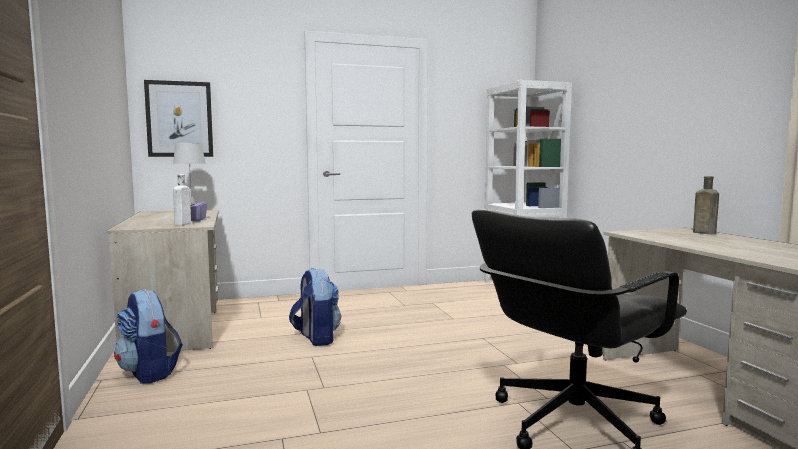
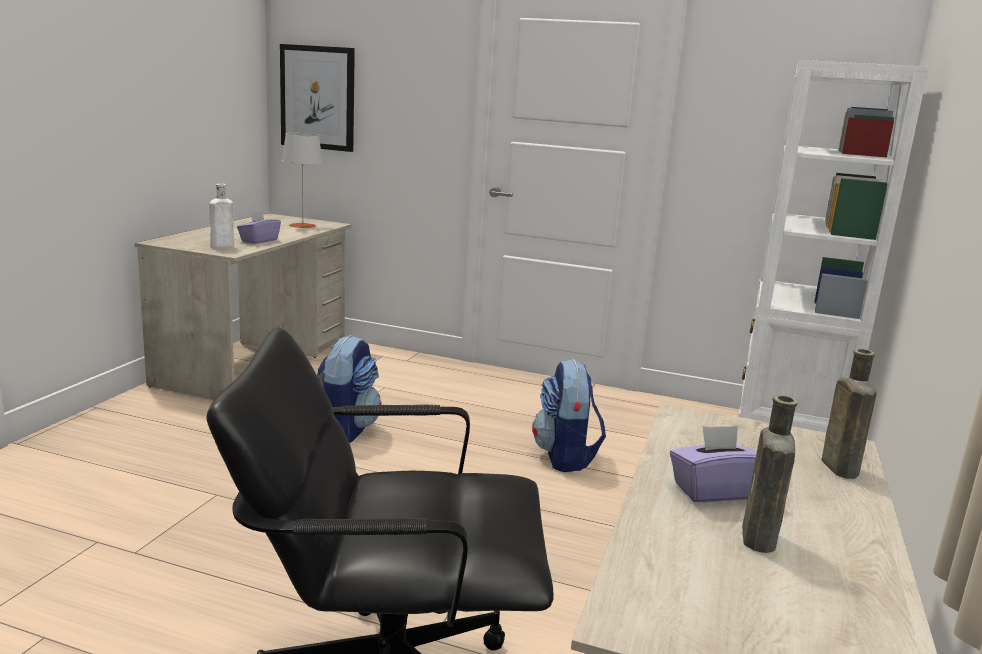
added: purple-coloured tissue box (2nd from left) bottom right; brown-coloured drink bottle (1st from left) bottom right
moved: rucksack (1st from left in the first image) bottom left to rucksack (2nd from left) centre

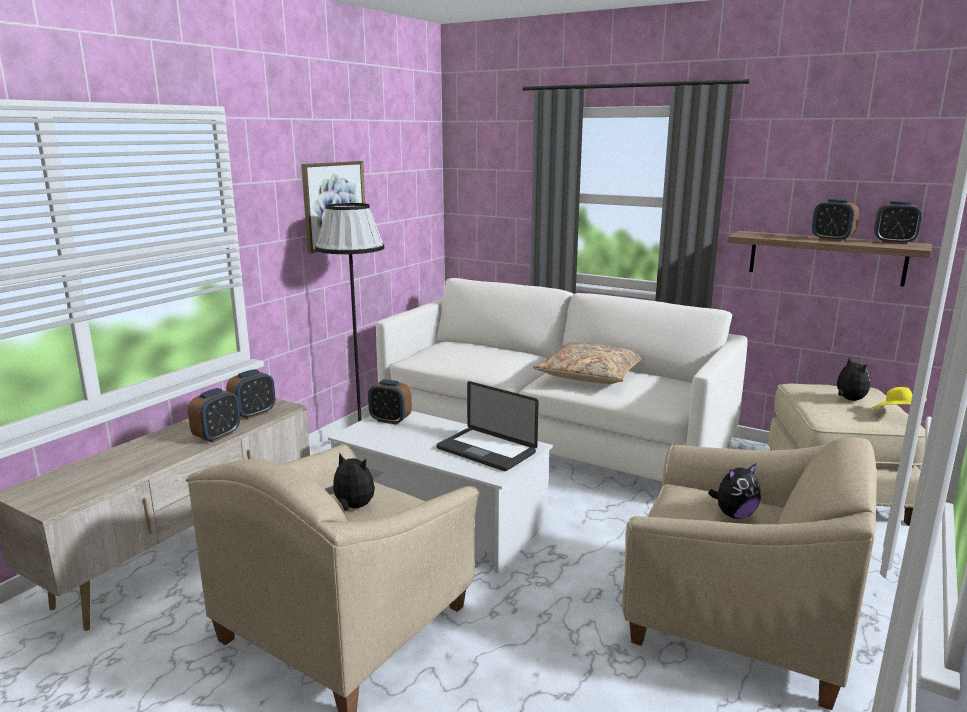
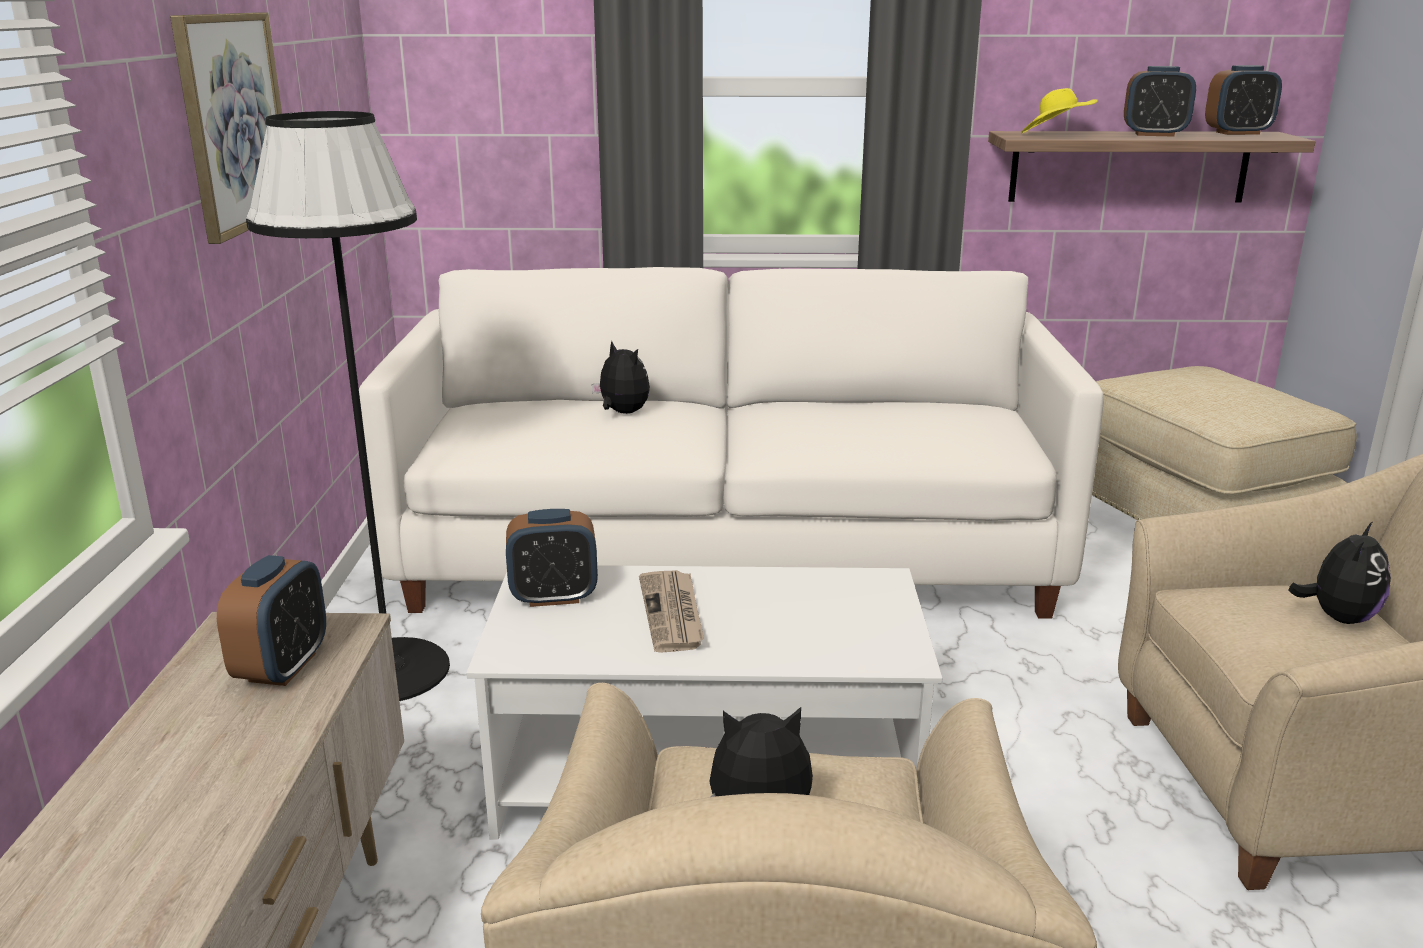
removed: bedside clock (1st from left) middle left; portable computer centre; beige cushion centre
added: newspaper centre
moved: cuddly toy (3rd from left in the first image) middle right to cuddly toy (1st from left) centre; yellow-coloured wearable hat middle right to top right

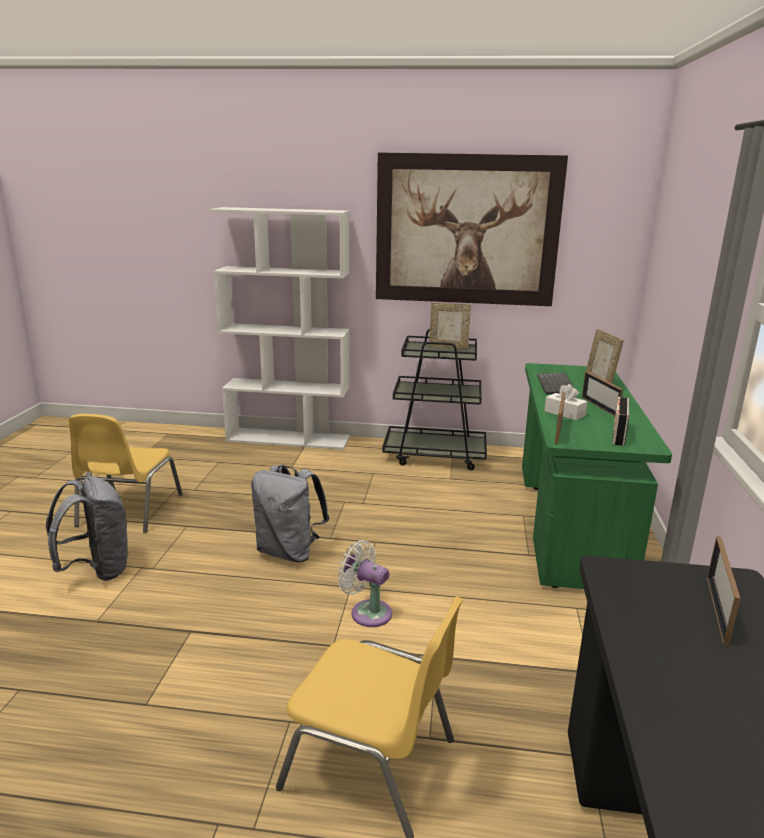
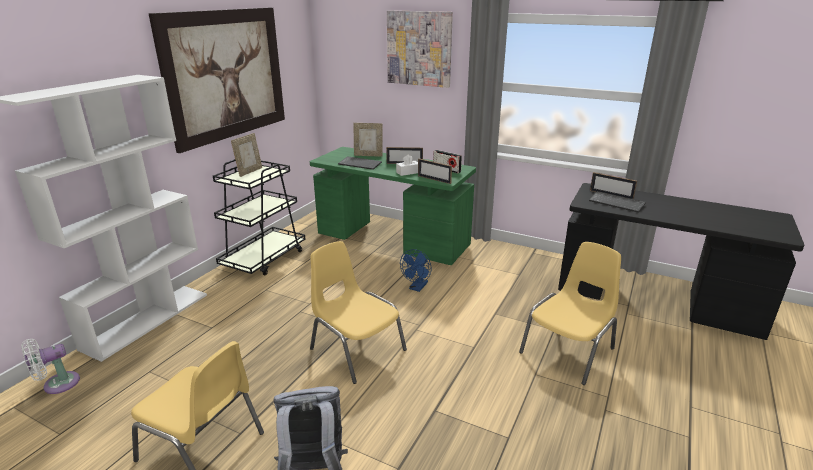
added: picture (2nd from left) top centre; blue cooling fan centre; keyboard (2nd from left) middle right
moved: whitish cooling fan bottom centre to bottom left
replaced: grey rucksack (2nd from left) centre to yellow-coloured chair (2nd from left) centre

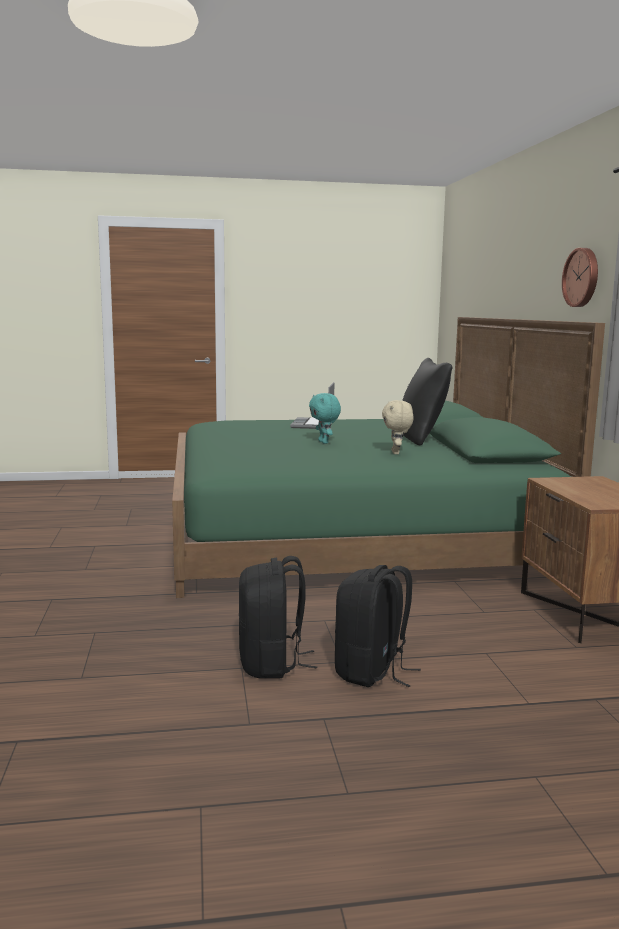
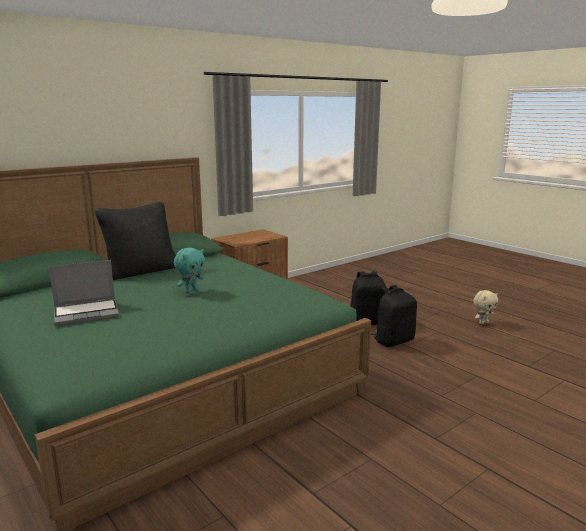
removed: hanging clock top right
moved: beige cuddly toy centre to middle right

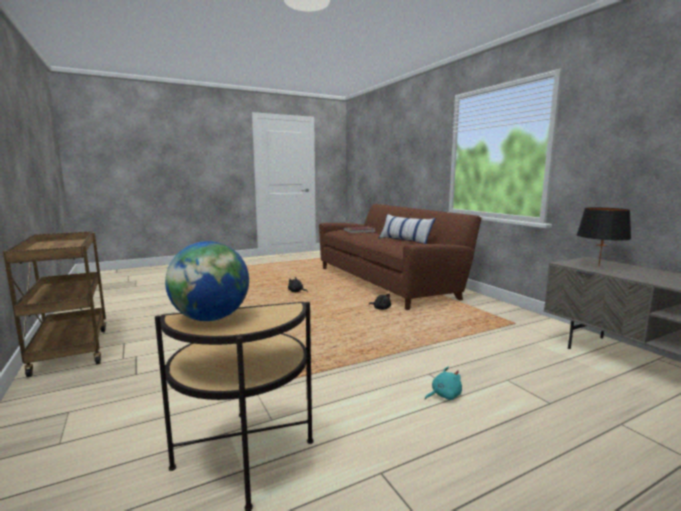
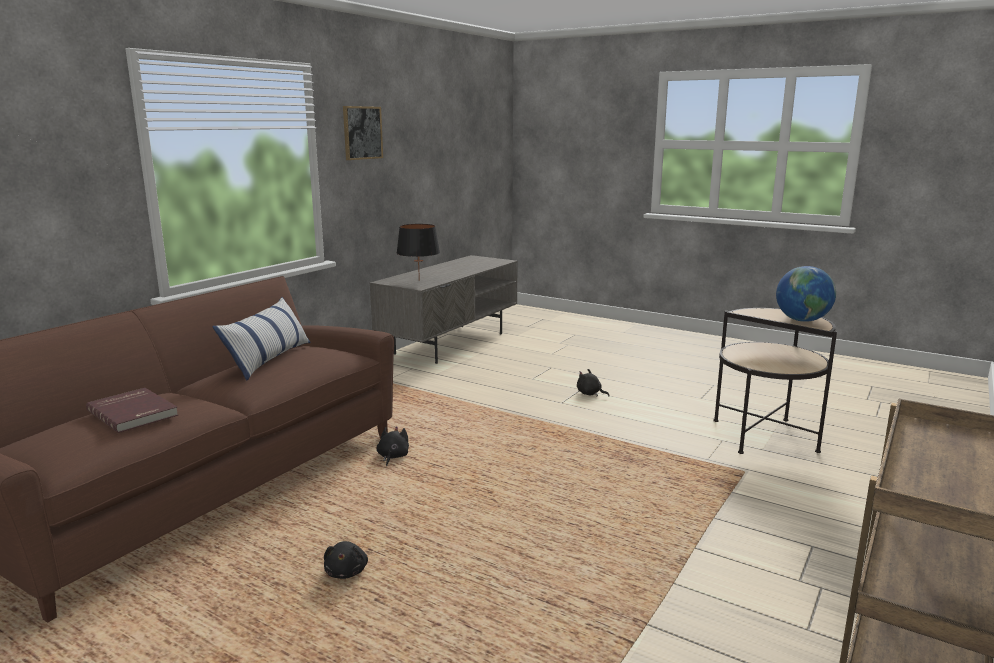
added: picture top centre
recoloured: blue-green cuddly toy bottom centre to black-coloured cuddly toy (3rd from left) centre

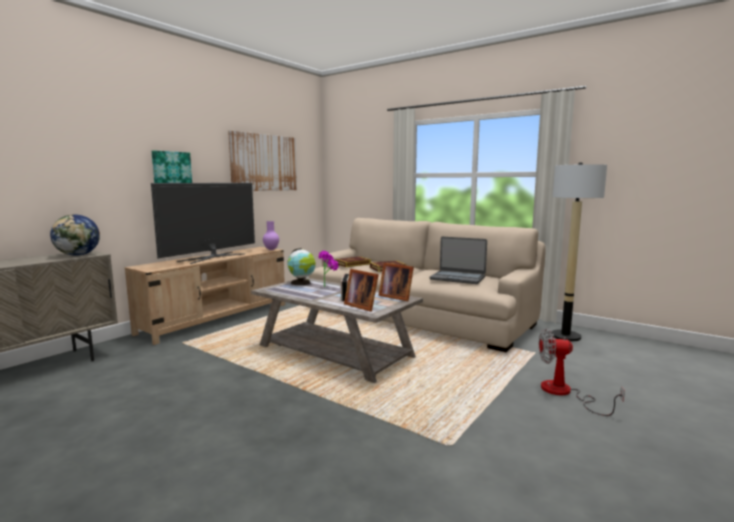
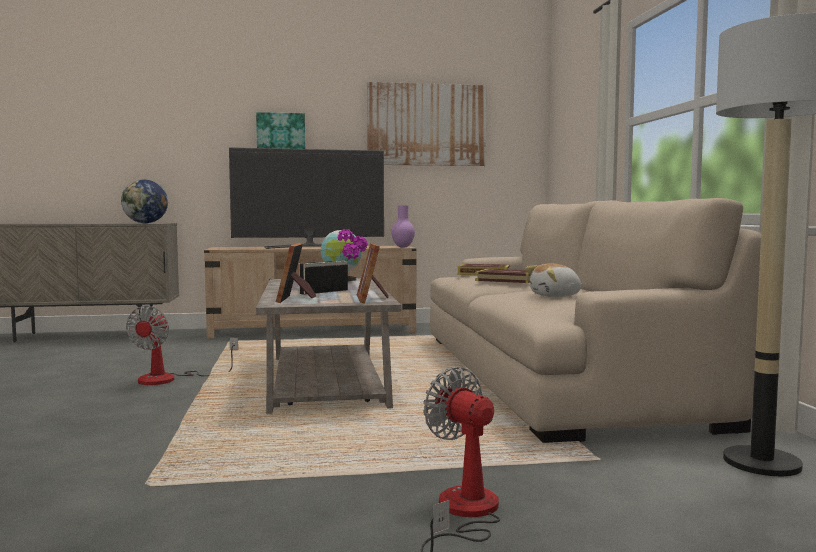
added: cooling fan (1st from left) middle left
replaced: portable computer centre to cuddly toy middle right

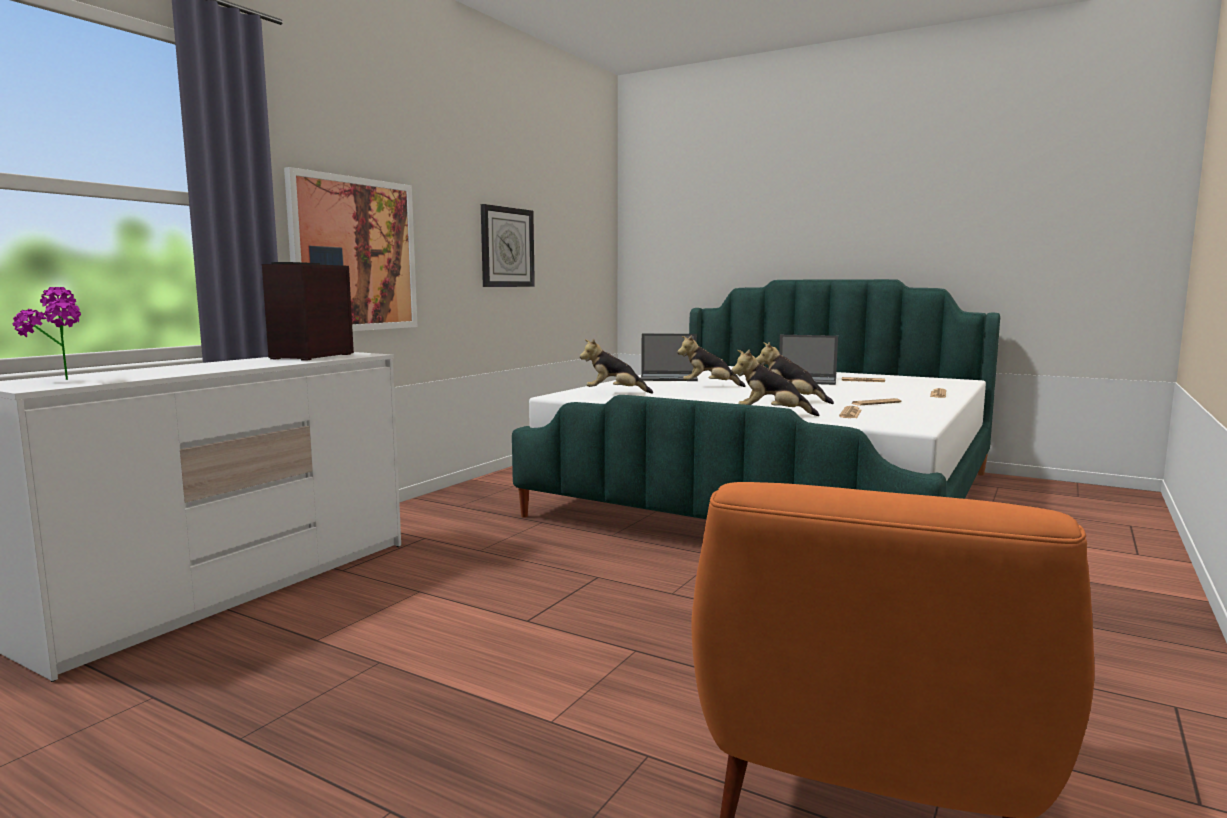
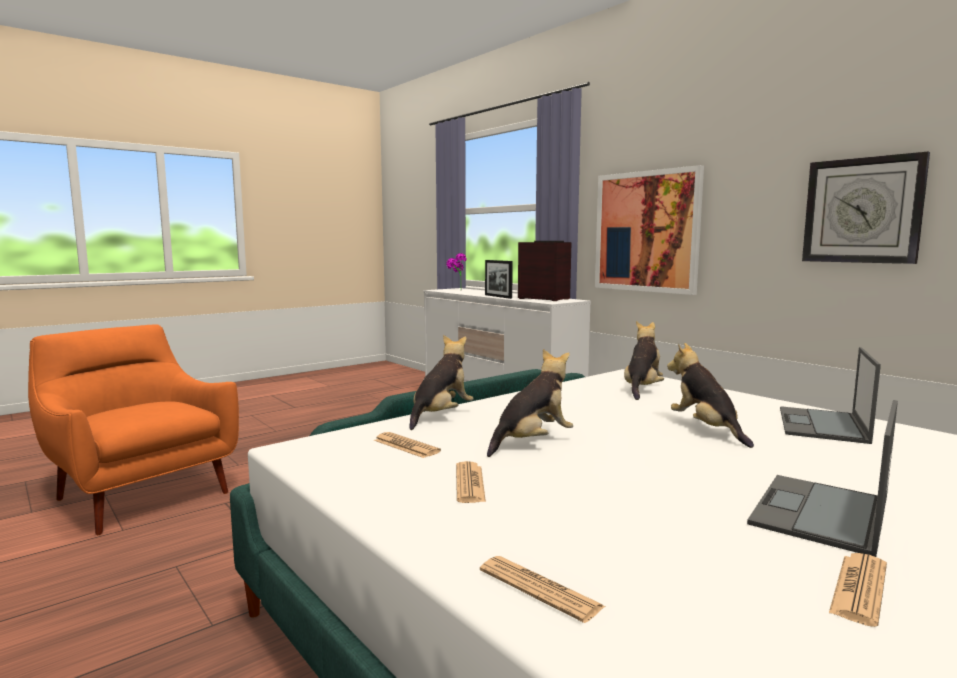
added: picture frame centre
turned: cuddly toy (2nd from left in the first image) centre = middle right 45 degrees counterclockwise

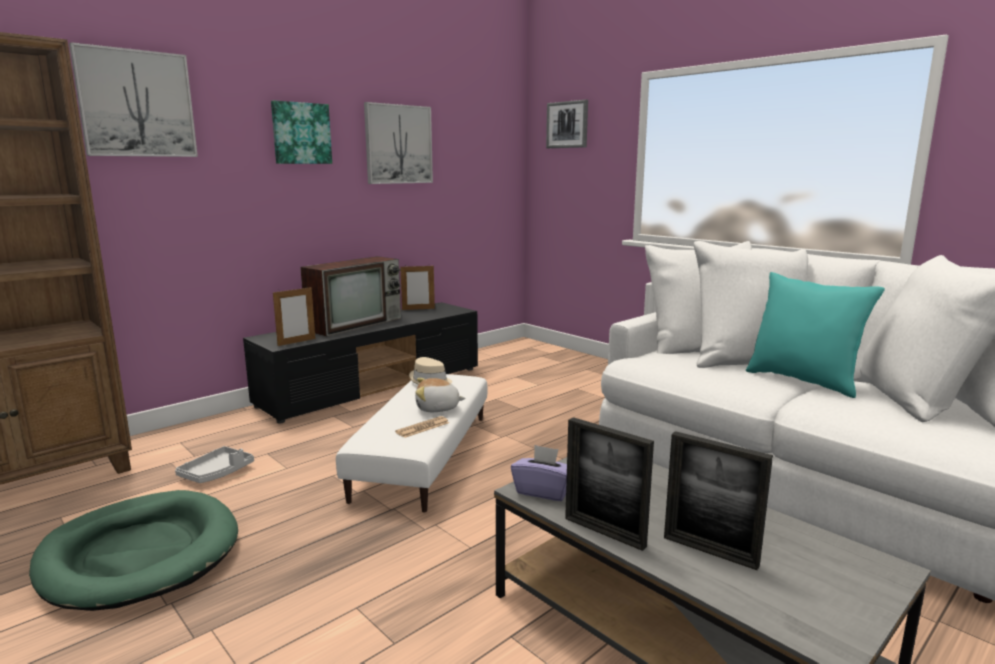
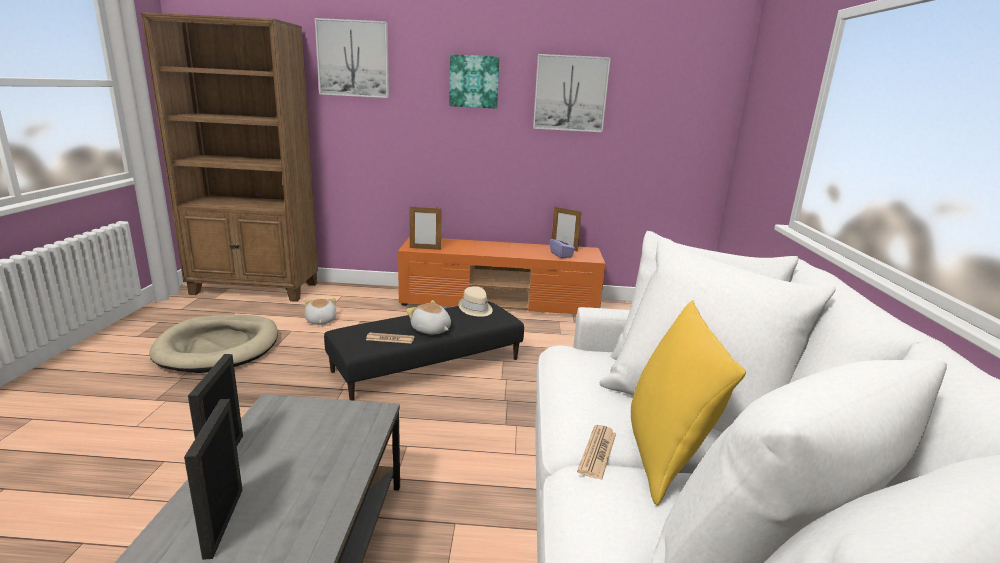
removed: TV centre; picture (4th from left) top centre
added: newspaper (2nd from left) bottom centre
moved: purple-coloured tissue box bottom centre to centre
replaced: grey tray bottom left to cuddly toy (1st from left) middle left
recoloured: greenish dog bed bottom left to beige dog bed middle left; black-coloured media console centre to orangey media console centre; whitish footrest bottom centre to black-coloured footrest centre; blue-green cushion middle right to yellow-coloured cushion bottom right

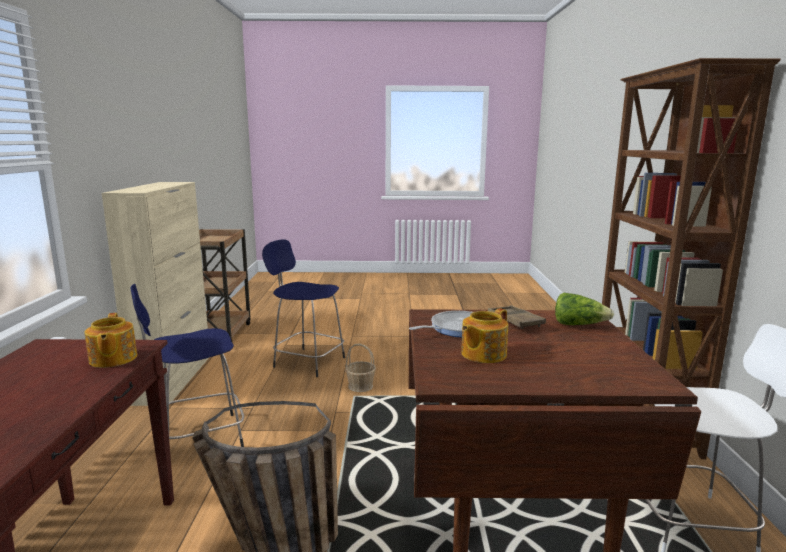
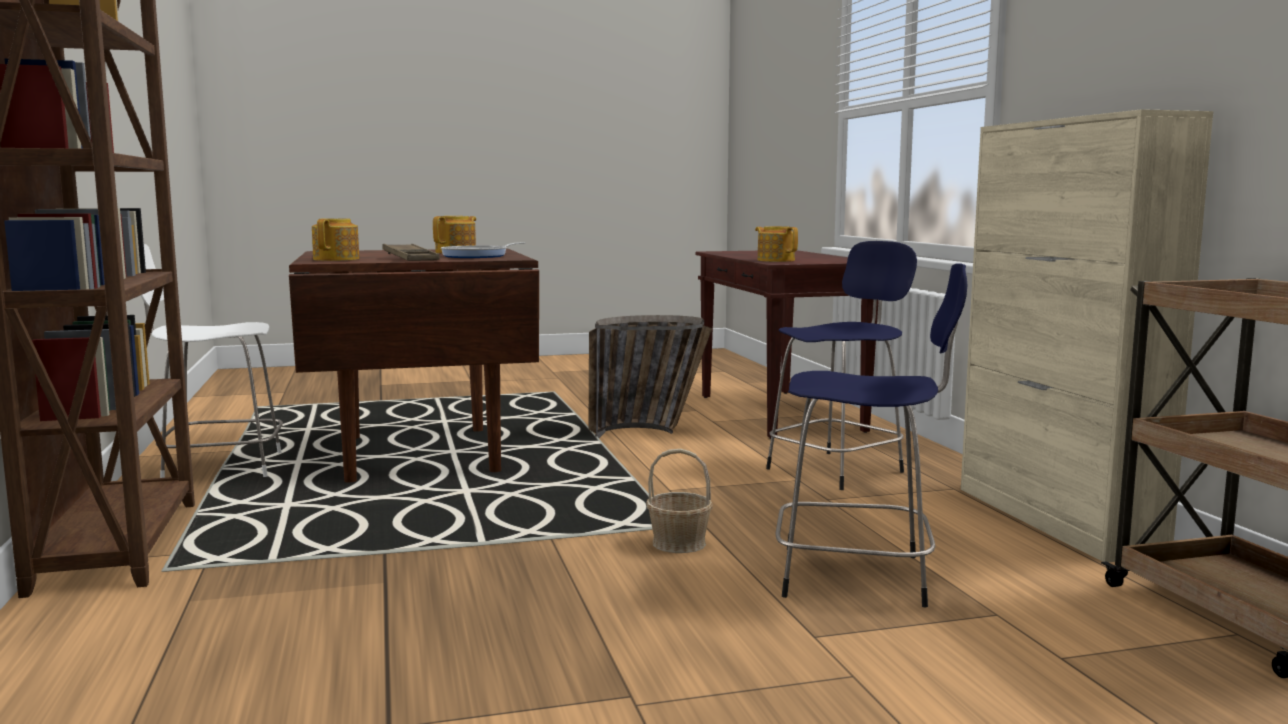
replaced: head of lettuce middle right to pot for tea (1st from left) top left

